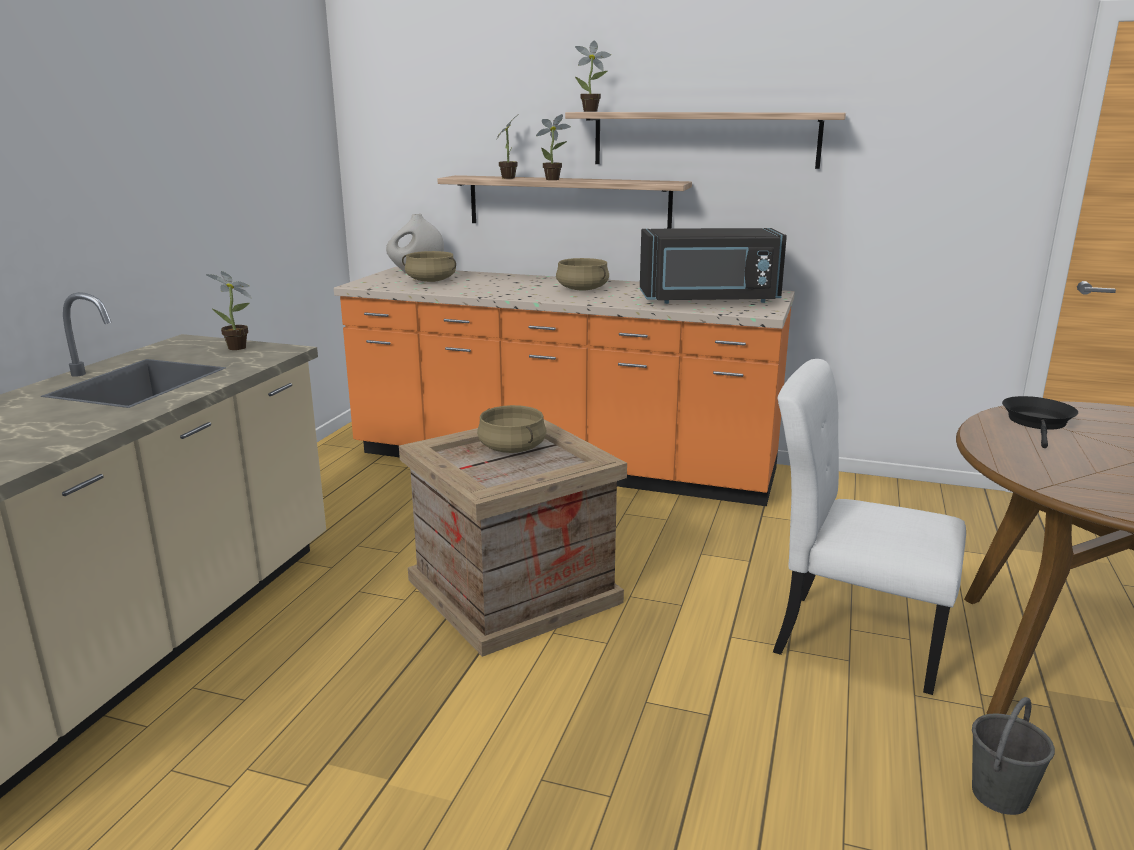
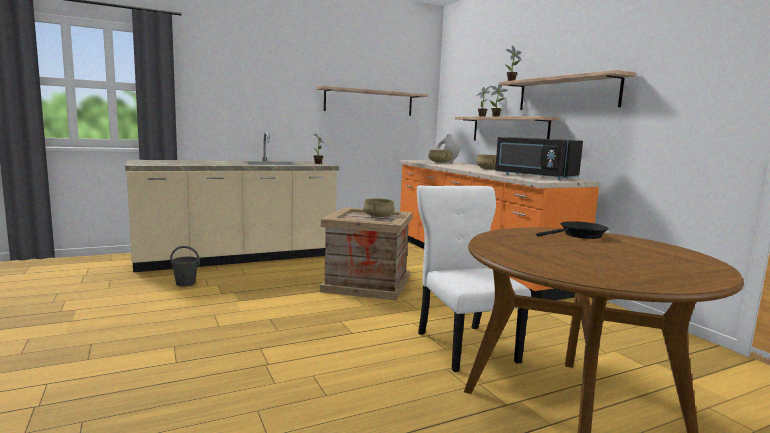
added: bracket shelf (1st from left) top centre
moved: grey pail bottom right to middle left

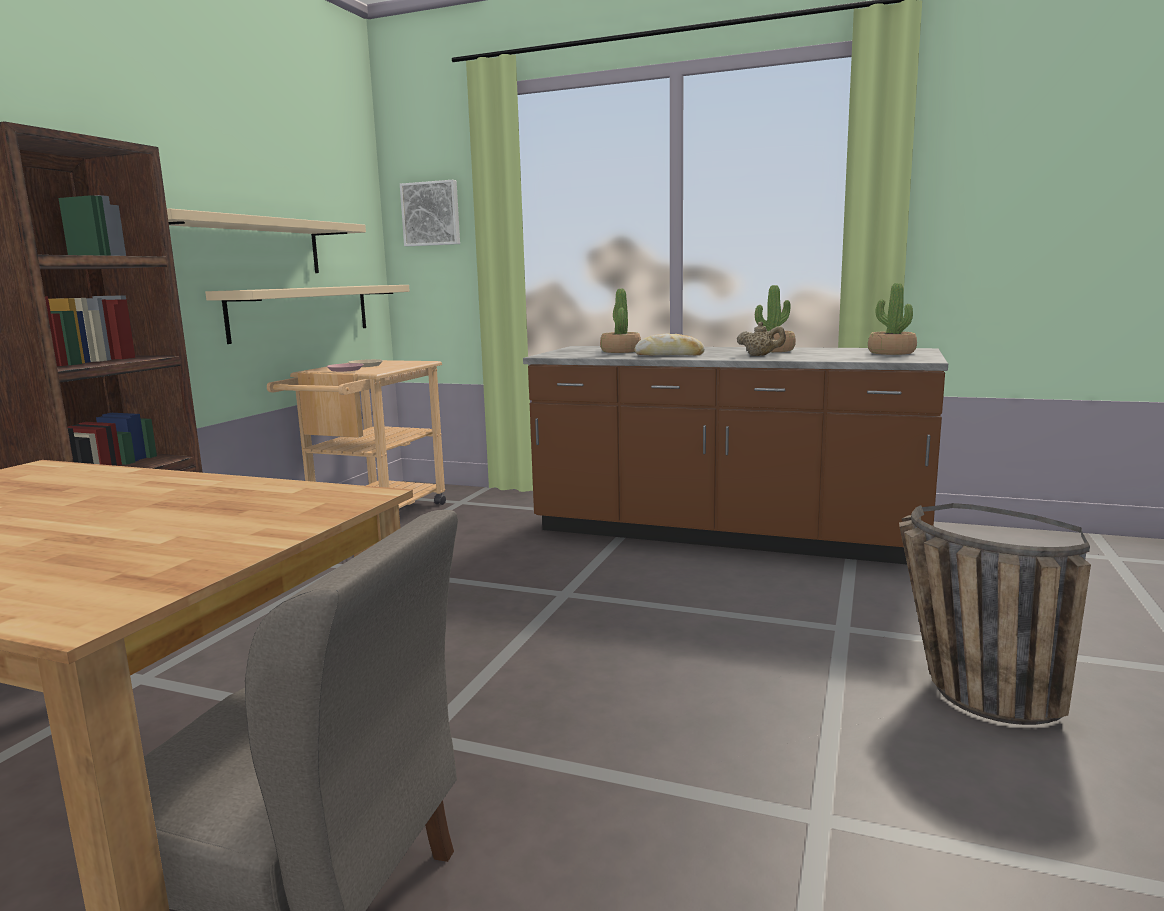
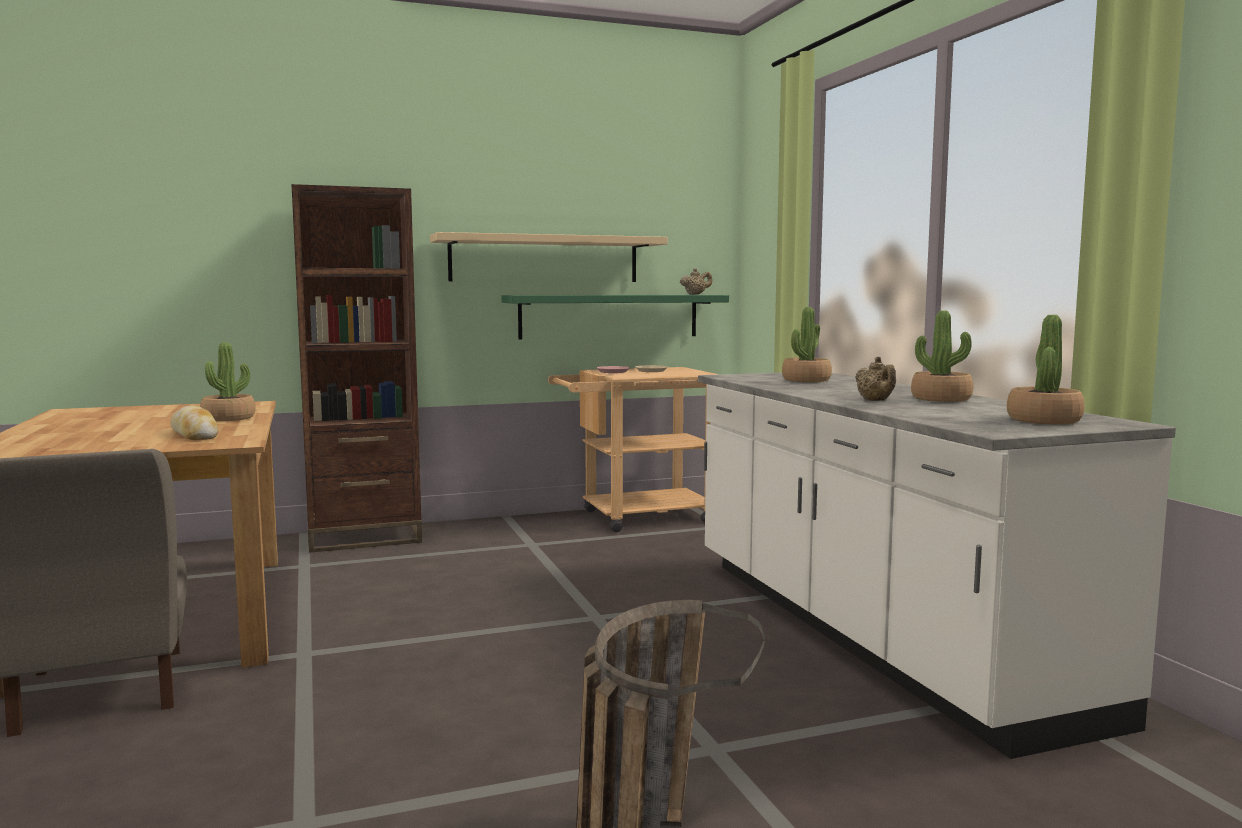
removed: picture top centre
added: potted plant (1st from left) middle left; beige pot for tea (1st from left) centre
moved: bakery bread centre to middle left
recoloured: beige bracket shelf (2nd from left) middle left to greenish bracket shelf centre; brown-coloured kitchen counter centre to whitish kitchen counter bottom right

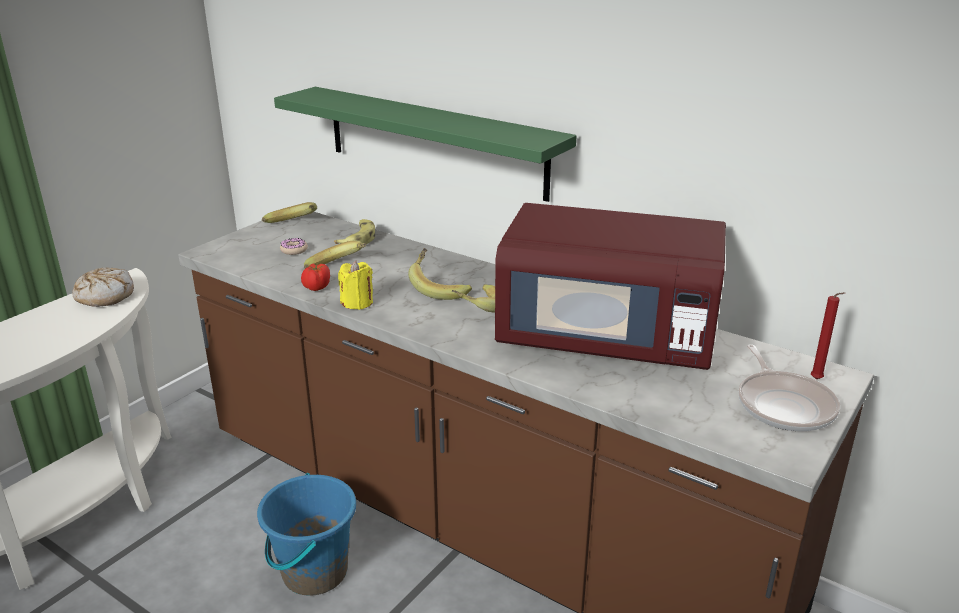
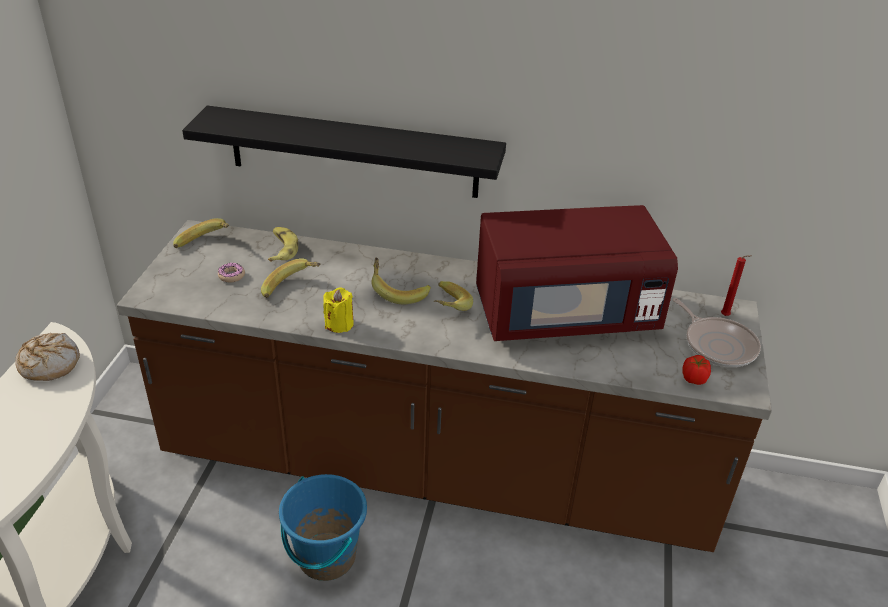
moved: tomato middle left to middle right
recoloured: greenish bracket shelf top centre to black-coloured bracket shelf top centre

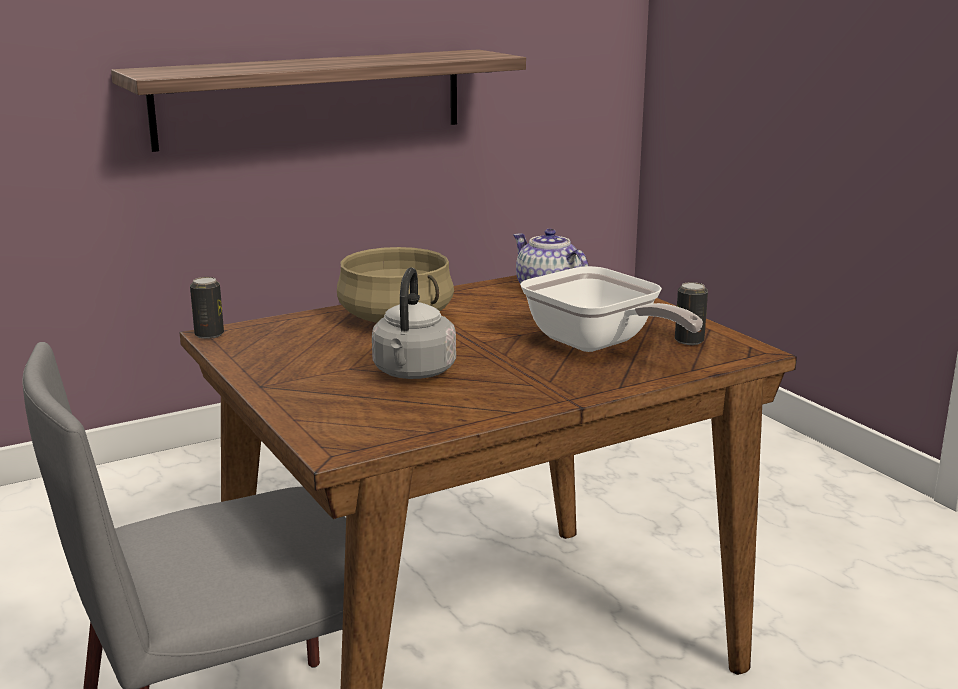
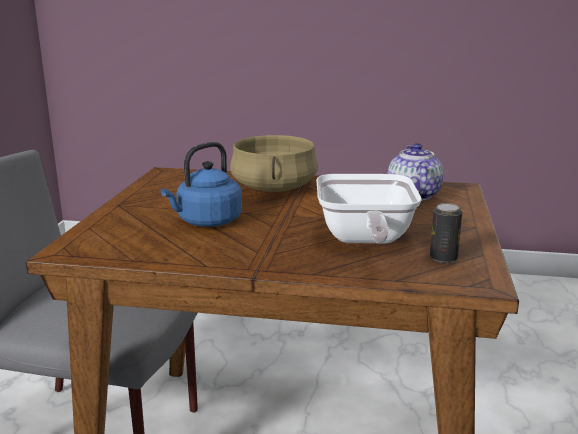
removed: bracket shelf top left; metal can (1st from left) middle left
recoloured: grey tea kettle centre to blue tea kettle centre

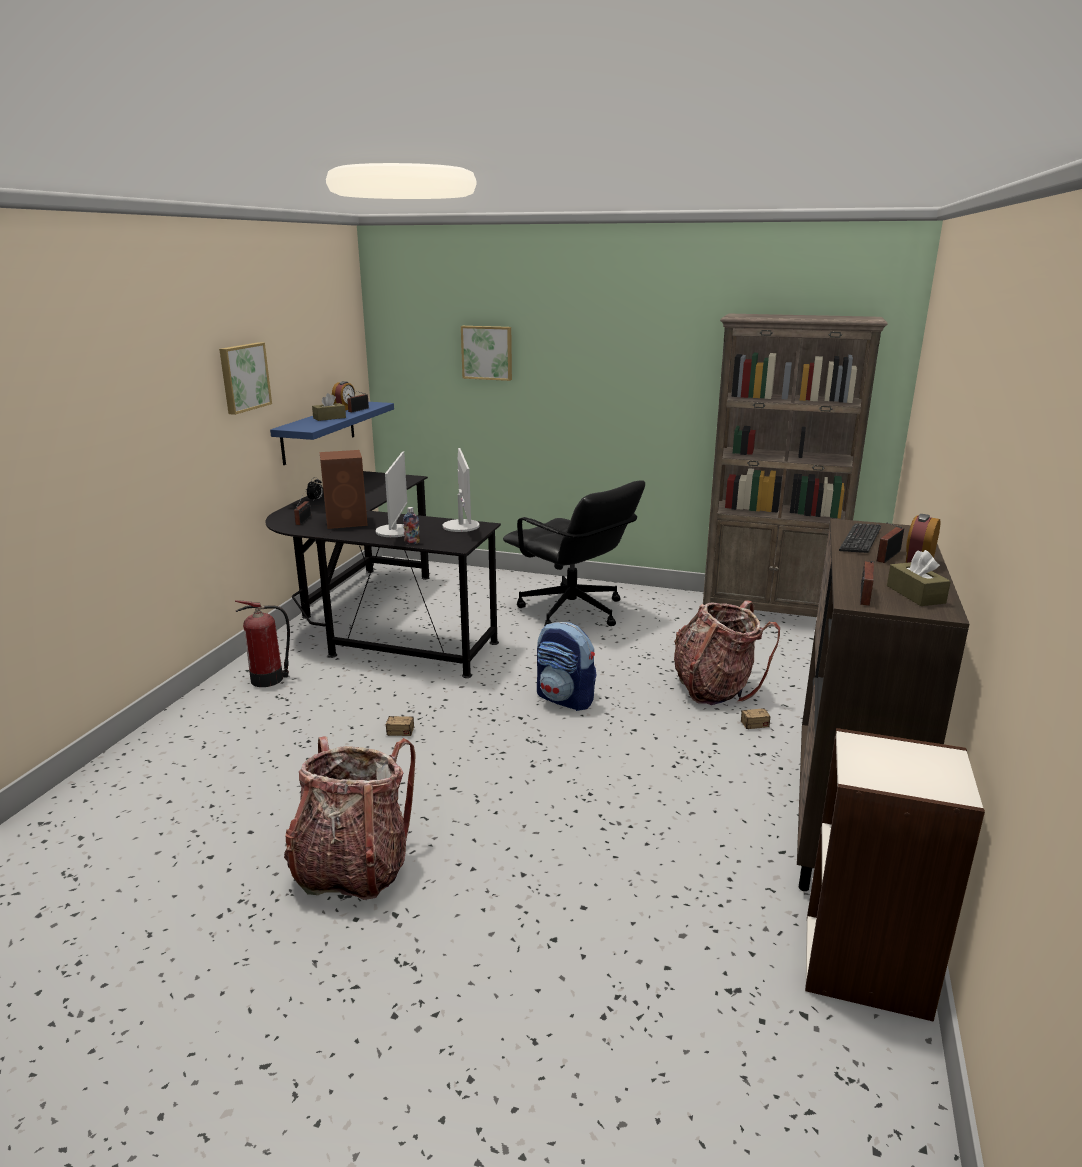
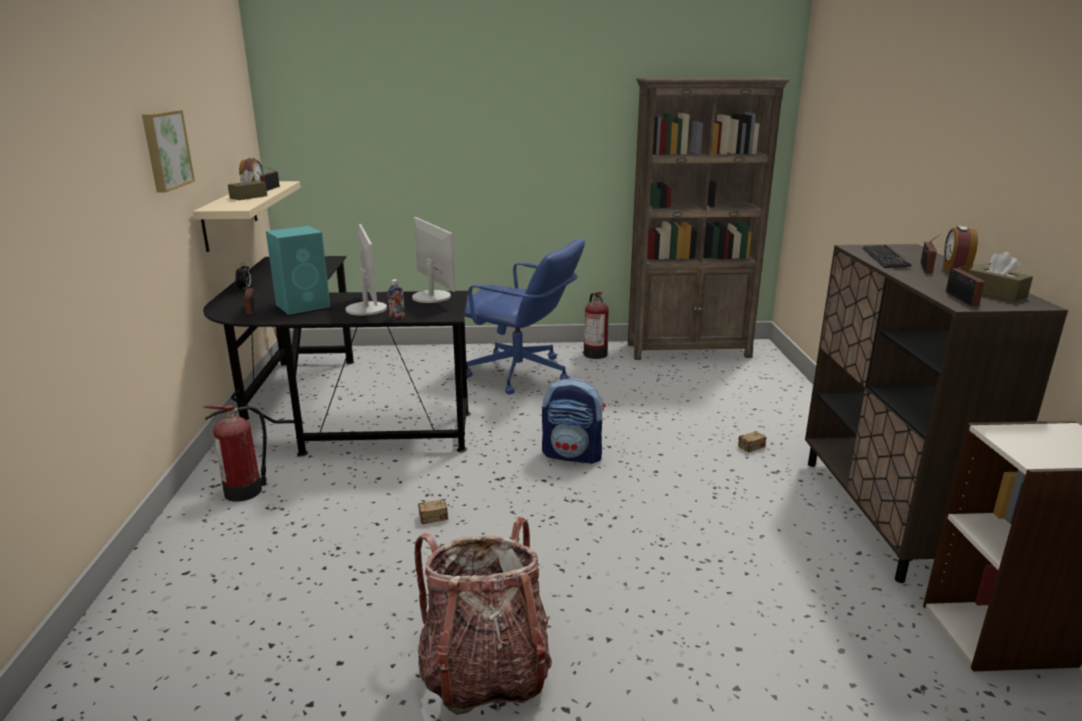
removed: picture (2nd from left) top centre; rucksack (3rd from left) middle right
added: extinguisher (2nd from left) centre
recoloured: blue bracket shelf middle left to beige bracket shelf top left; brown-coloured speaker middle left to blue-green speaker middle left; black-coloured desk chair centre to blue desk chair centre

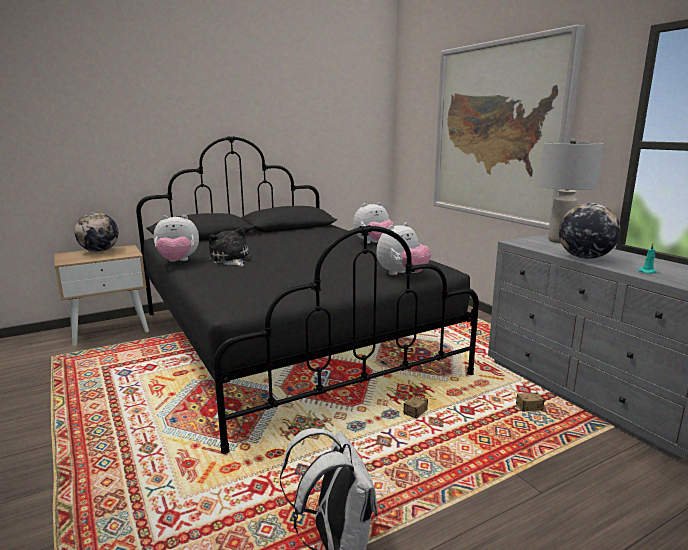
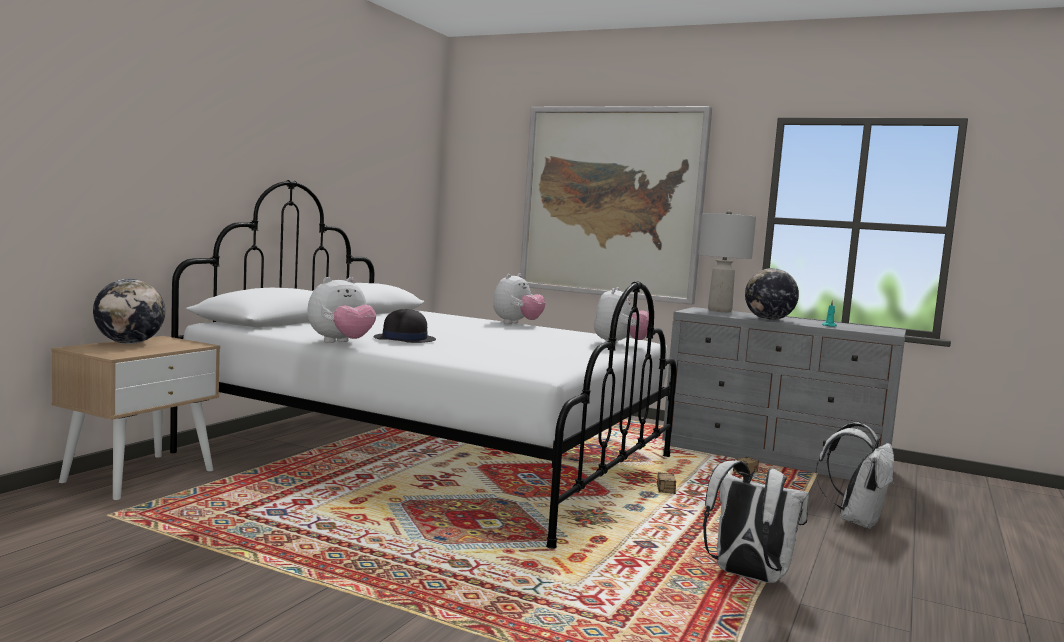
added: whitish rucksack (2nd from left) bottom right
replaced: cuddly toy (2nd from left) centre to black-coloured wearable hat centre
recoloured: black-coloured bedroom bed centre to whitish bedroom bed centre

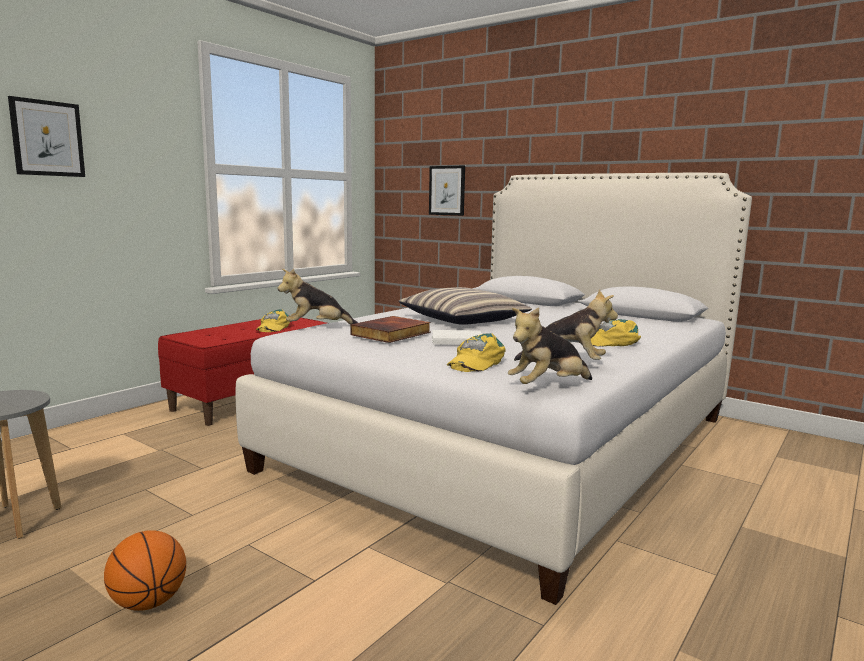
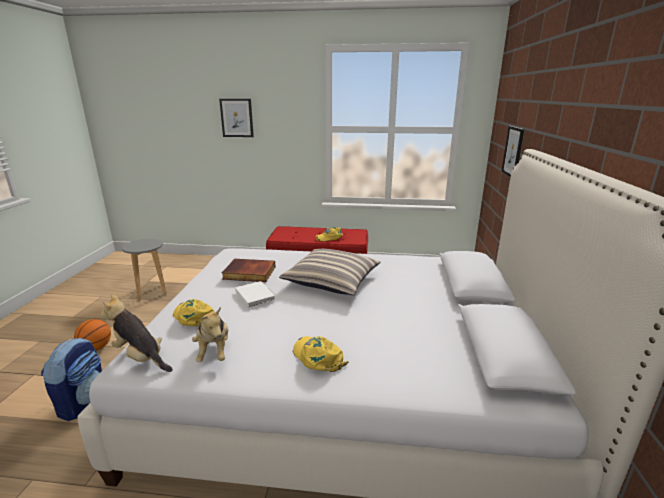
removed: cuddly toy (1st from left) centre
added: rucksack bottom left
turned: yellow-coloured peaked cap (2nd from left in the first image) centre = middle left 45 degrees clockwise

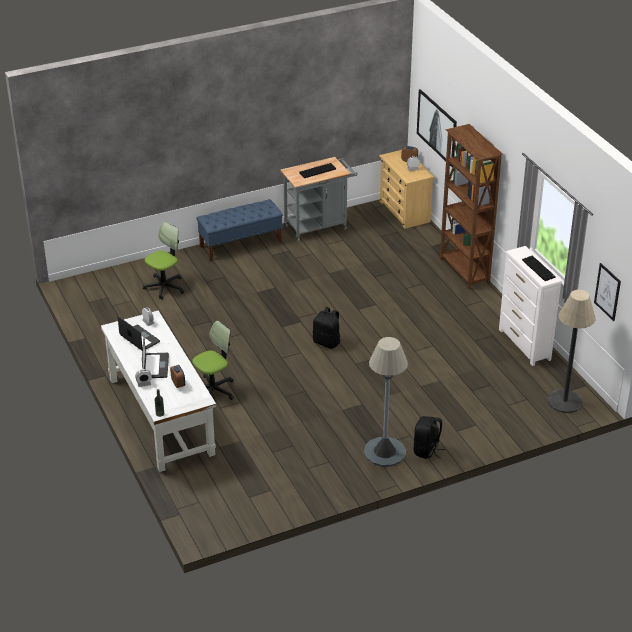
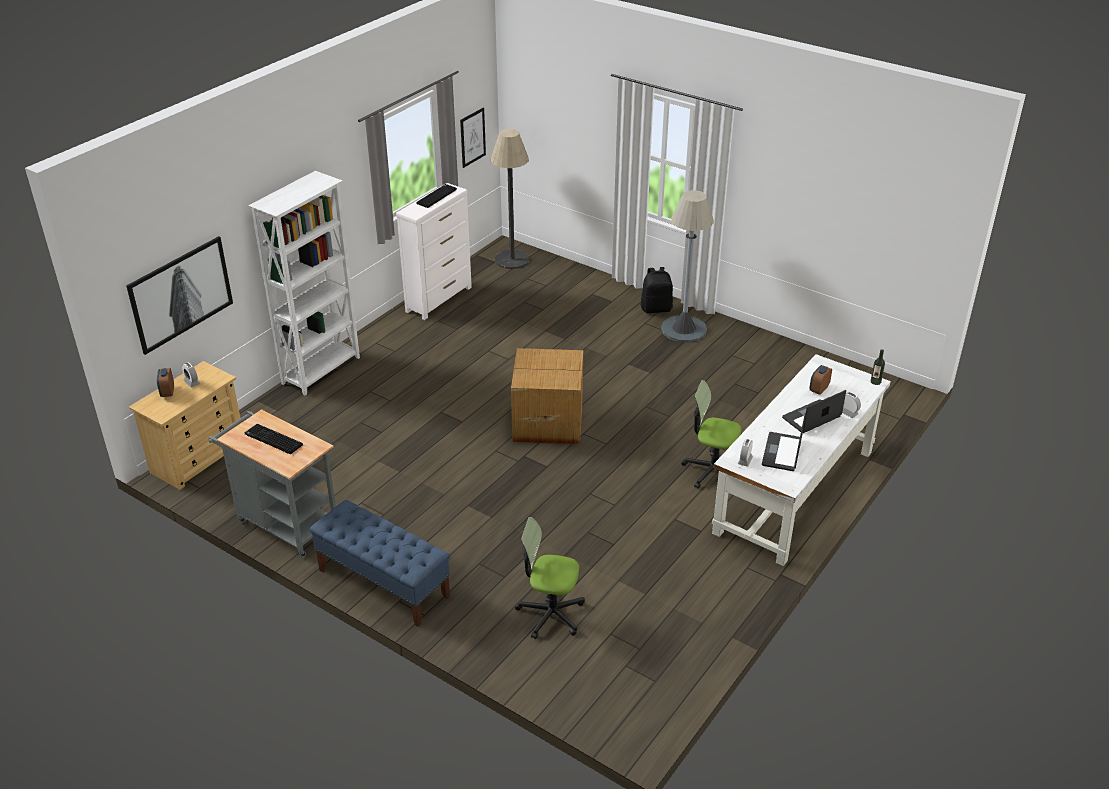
replaced: black-coloured rucksack (1st from left) centre to cardboard box centre
recoloured: brown-coloured bookcase top right to whitish bookcase middle left

